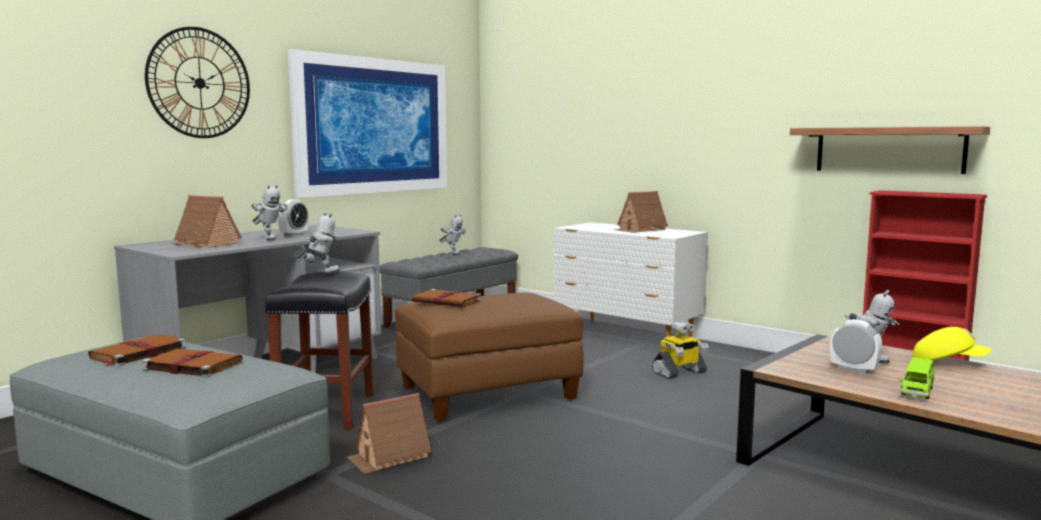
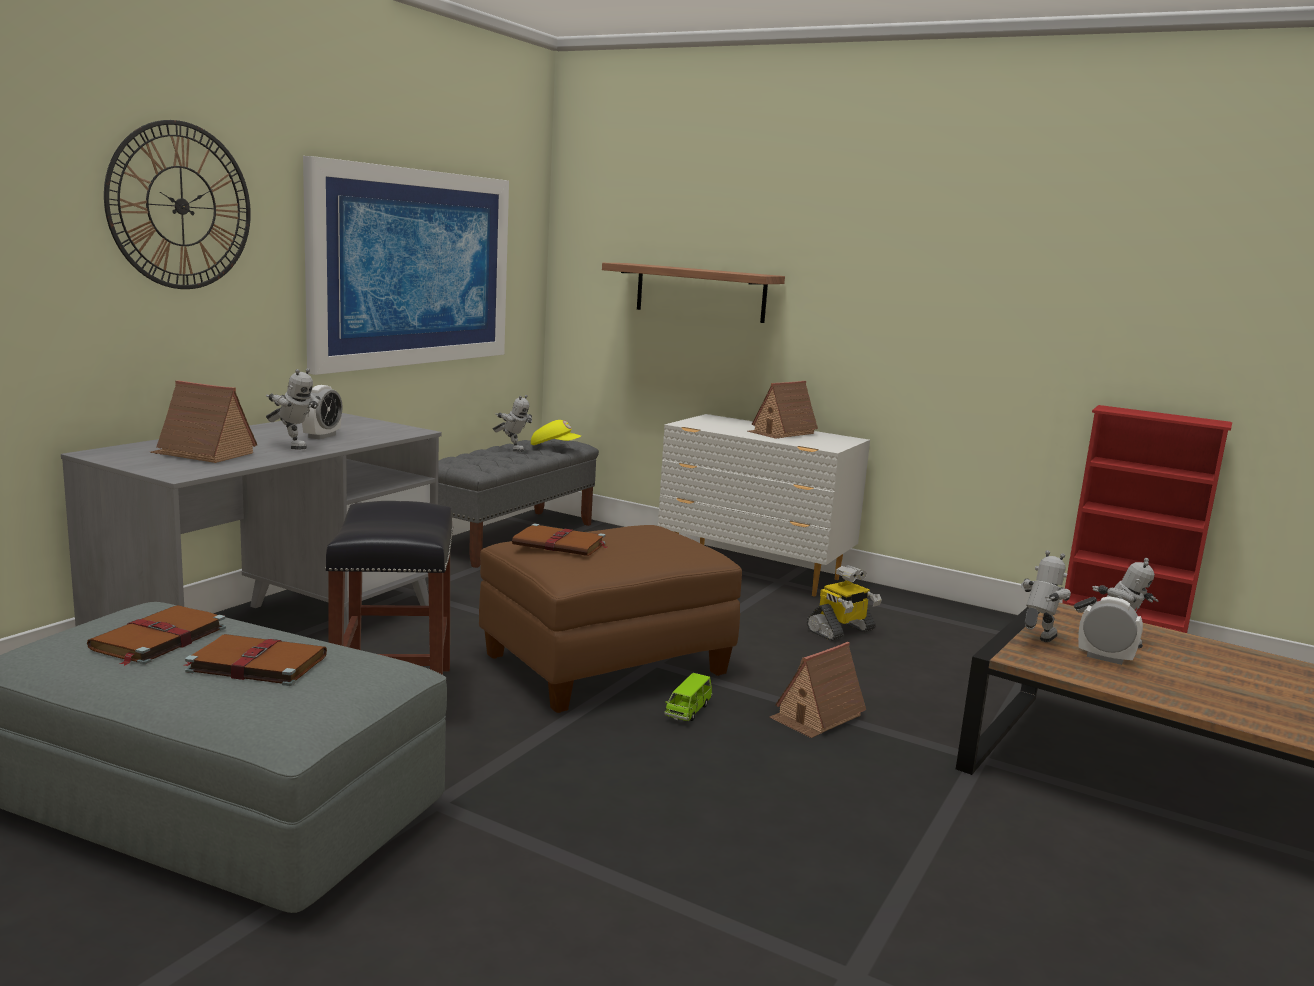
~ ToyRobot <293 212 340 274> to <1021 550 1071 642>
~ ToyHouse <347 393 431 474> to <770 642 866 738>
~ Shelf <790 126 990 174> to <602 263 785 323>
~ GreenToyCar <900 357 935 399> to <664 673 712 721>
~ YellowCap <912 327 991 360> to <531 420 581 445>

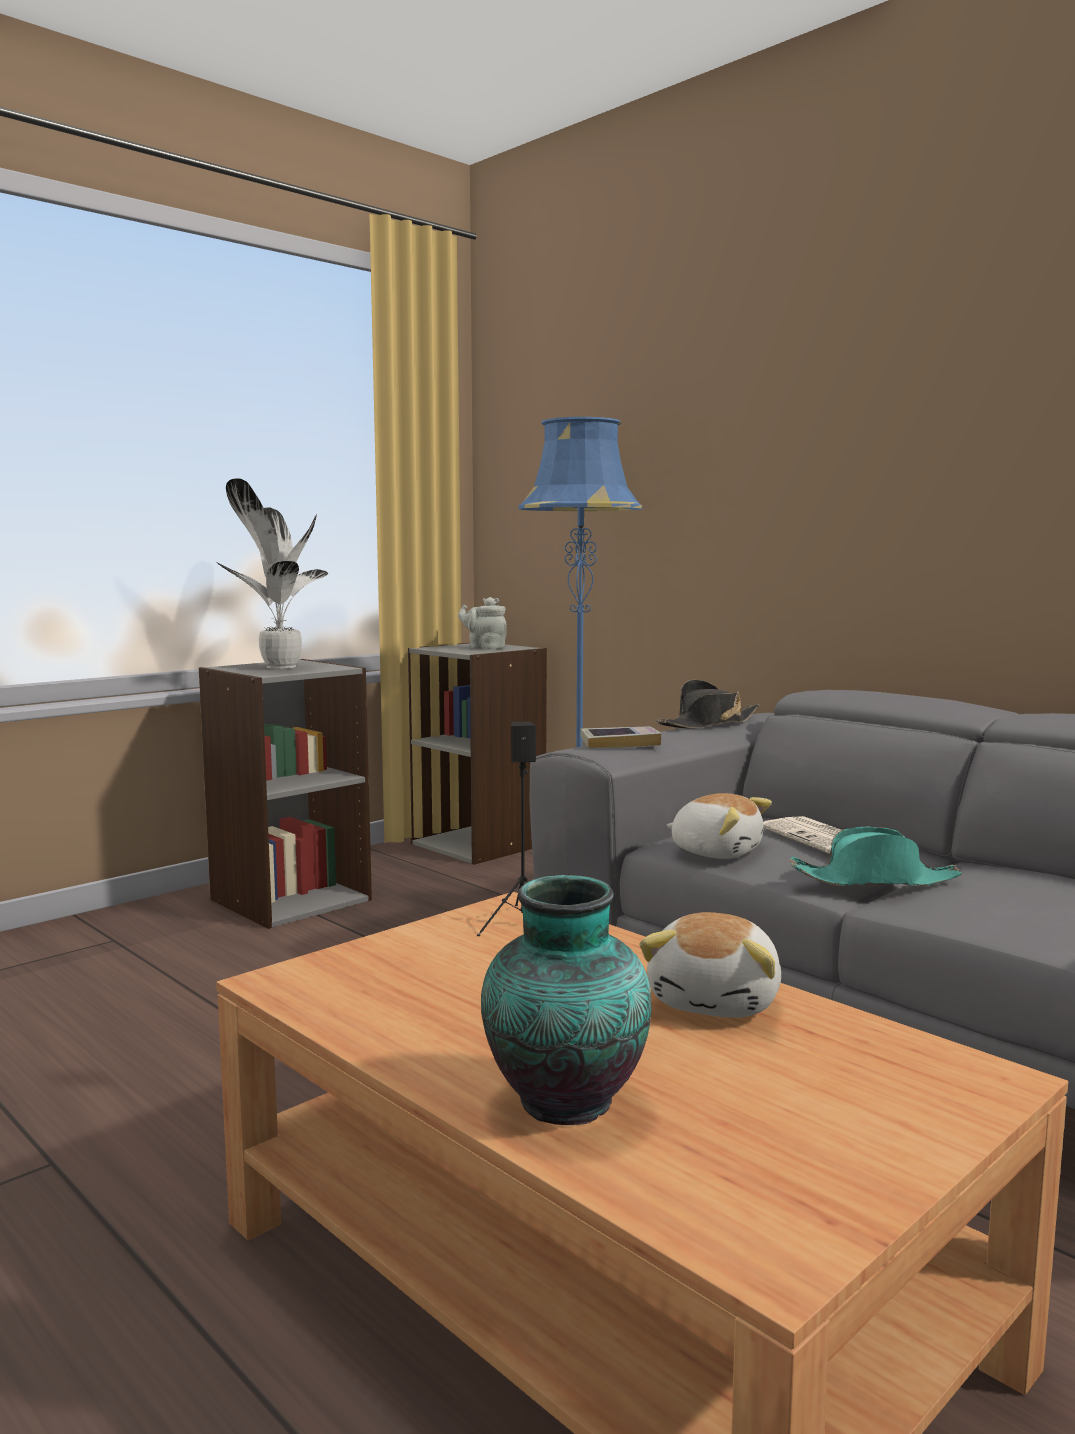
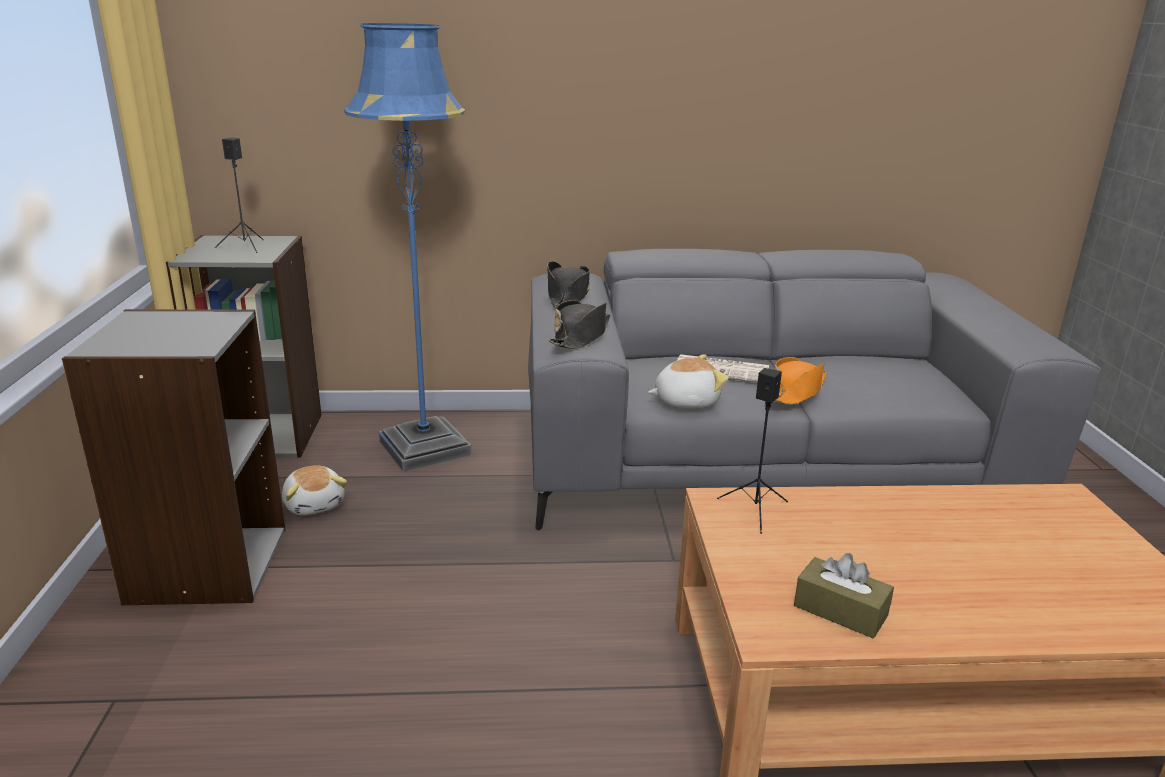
- PottedPlant <216 478 328 669>
- Vase <481 875 651 1125>
+ BrownTissueBox <794 553 894 638>
~ PlushToy <639 912 781 1018> to <282 465 347 515>
~ GreyTeapot <458 597 507 649> to BlackSpeaker <215 138 264 253>
~ Book <580 726 662 748> to BlackHat <549 300 610 349>
~ TurquoiseHat <790 827 962 886> to OrangeHat <774 357 827 405>

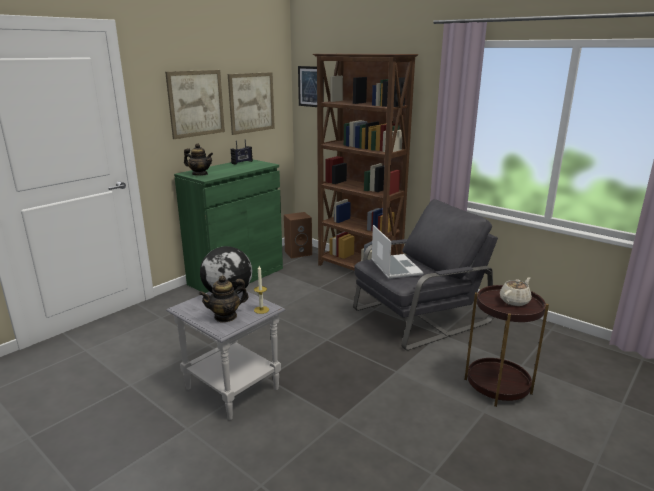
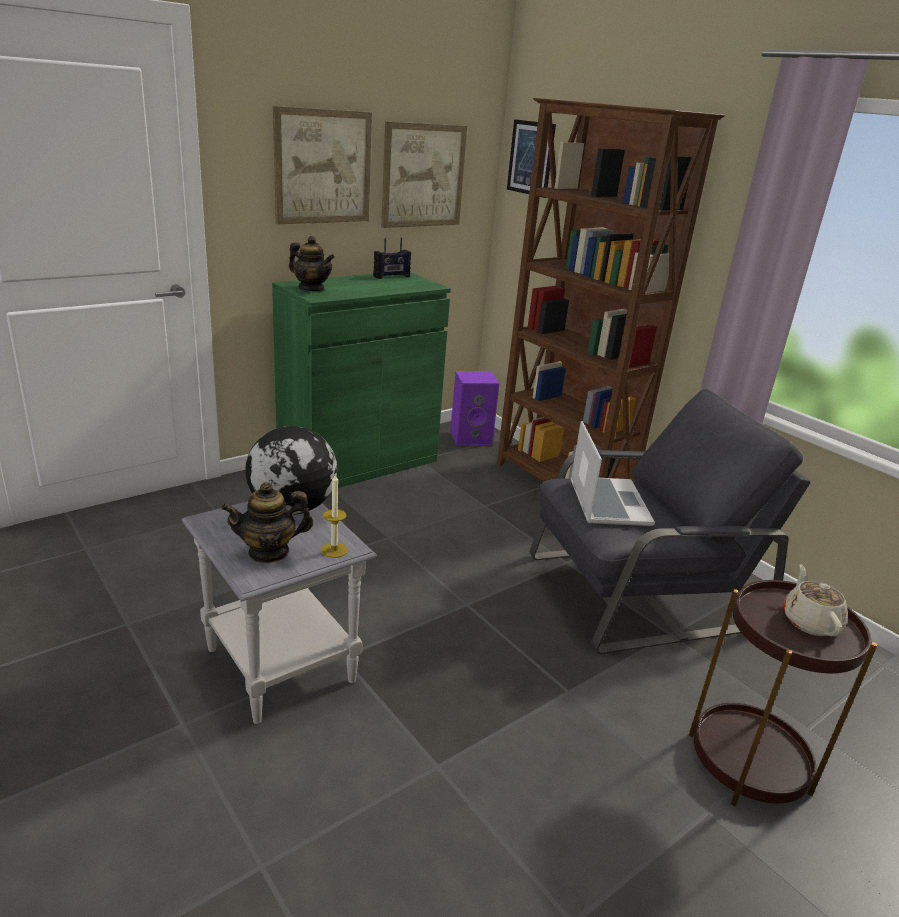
~ BrownSpeaker <284 212 312 258> to PurpleSpeaker <450 371 500 445>
~ BeigeTeapot <500 277 532 306> = <783 564 848 636> 60 degrees counterclockwise

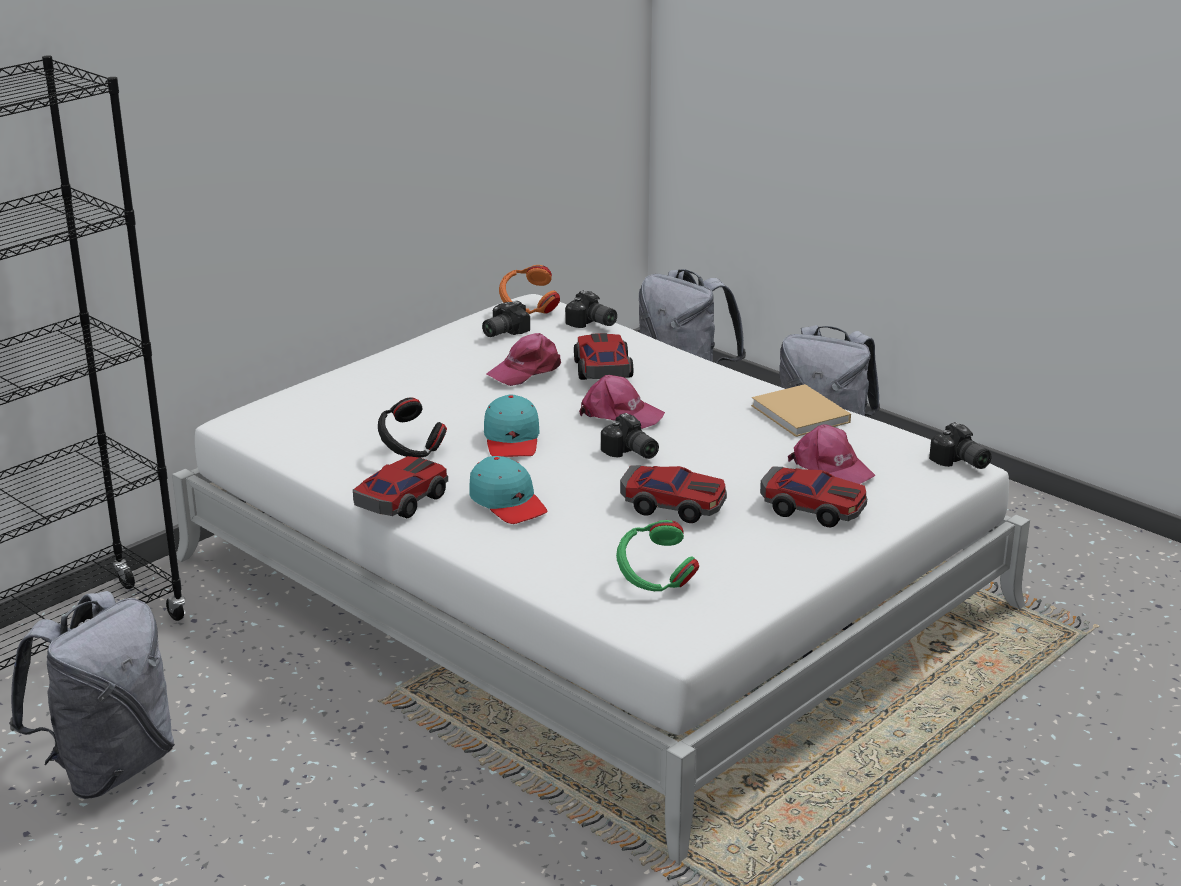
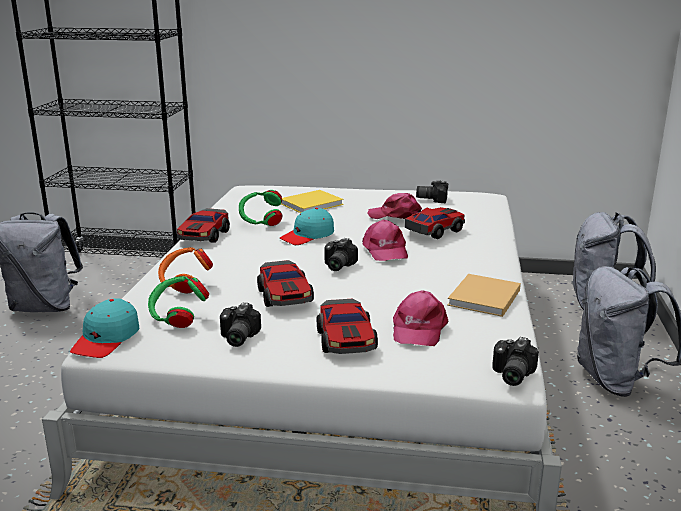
+ YellowBook <281 190 343 213>
~ TurquoiseCap <469 456 547 524> to <70 298 139 358>
~ OrangeHeadphones <499 265 560 314> to <158 247 213 293>
~ PhotoCamera <565 290 617 328> to <220 303 261 347>
~ BlackHeadphones <378 397 447 458> to GreenHeadphones <239 190 282 226>
~ ToyCar <353 456 448 518> = <177 208 230 243> 105 degrees clockwise

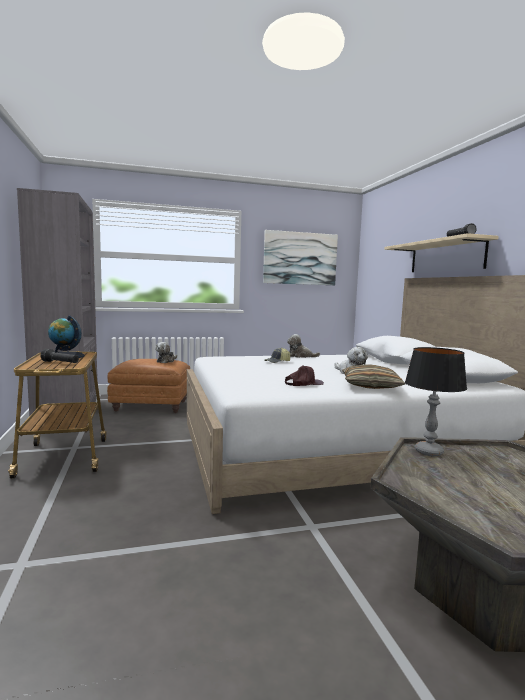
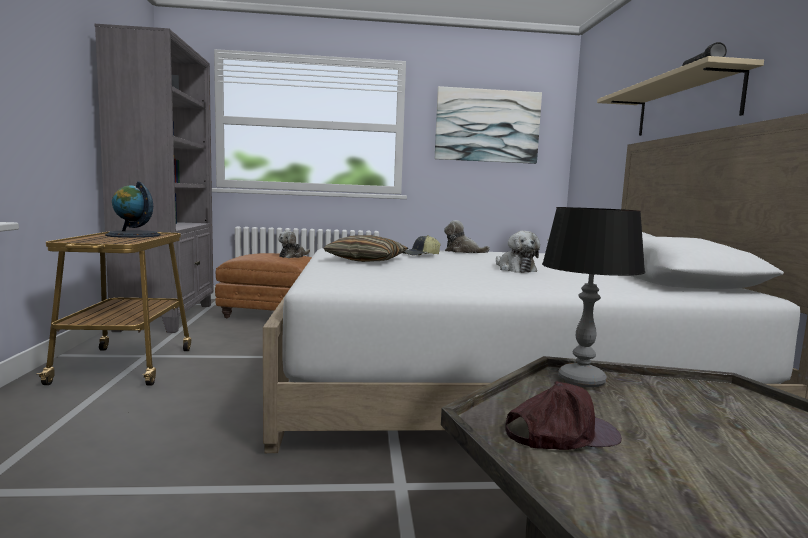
- BlackFlashlight <40 349 79 363>
~ BrownCap <285 365 324 386> to <505 381 622 450>
~ Pillow <342 364 405 389> to <323 235 408 262>

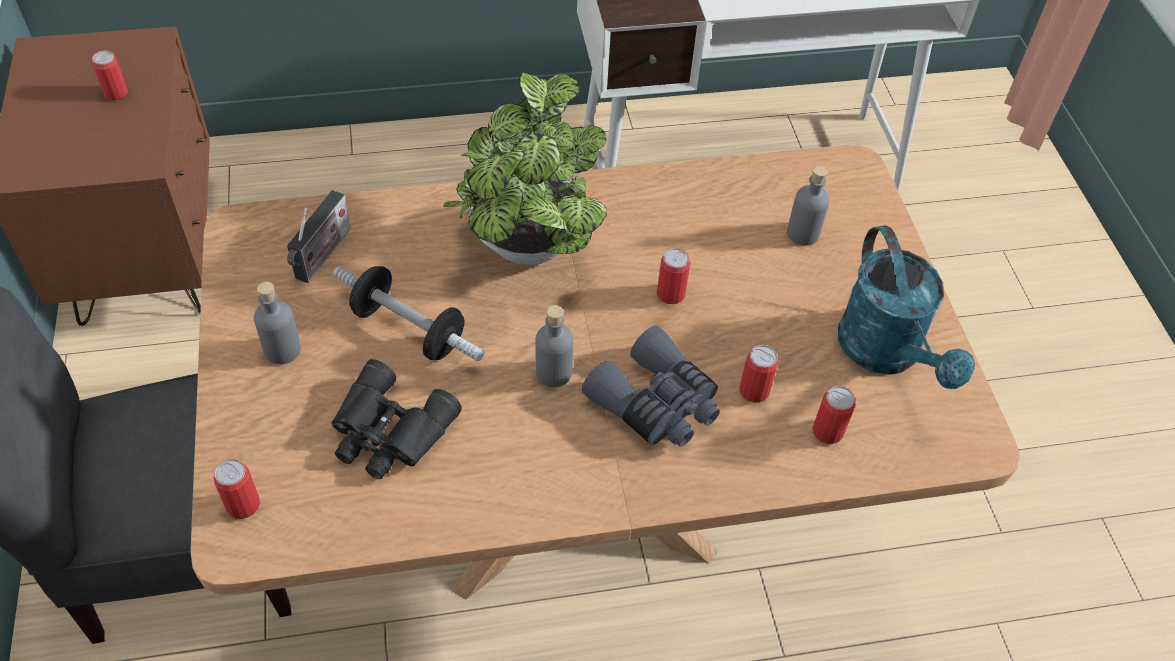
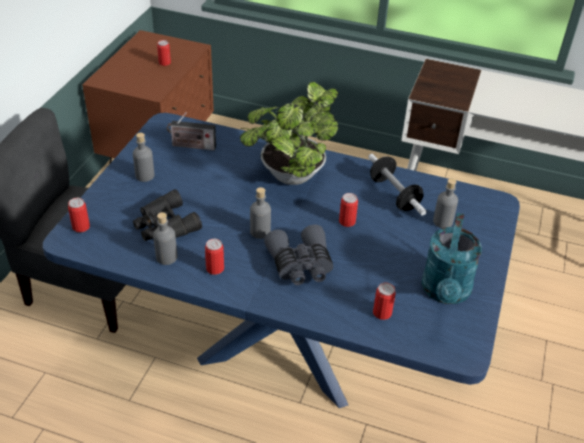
+ GreyBottle <153 212 177 265>
~ Dumbbell <333 266 484 362> to <368 154 427 216>
~ Can <739 345 778 402> to <205 239 224 275>
~ BrownDiningTable <190 145 1020 599> to BlueDiningTable <43 113 520 408>
~ Radio <287 190 351 283> = <167 112 216 151> 45 degrees clockwise

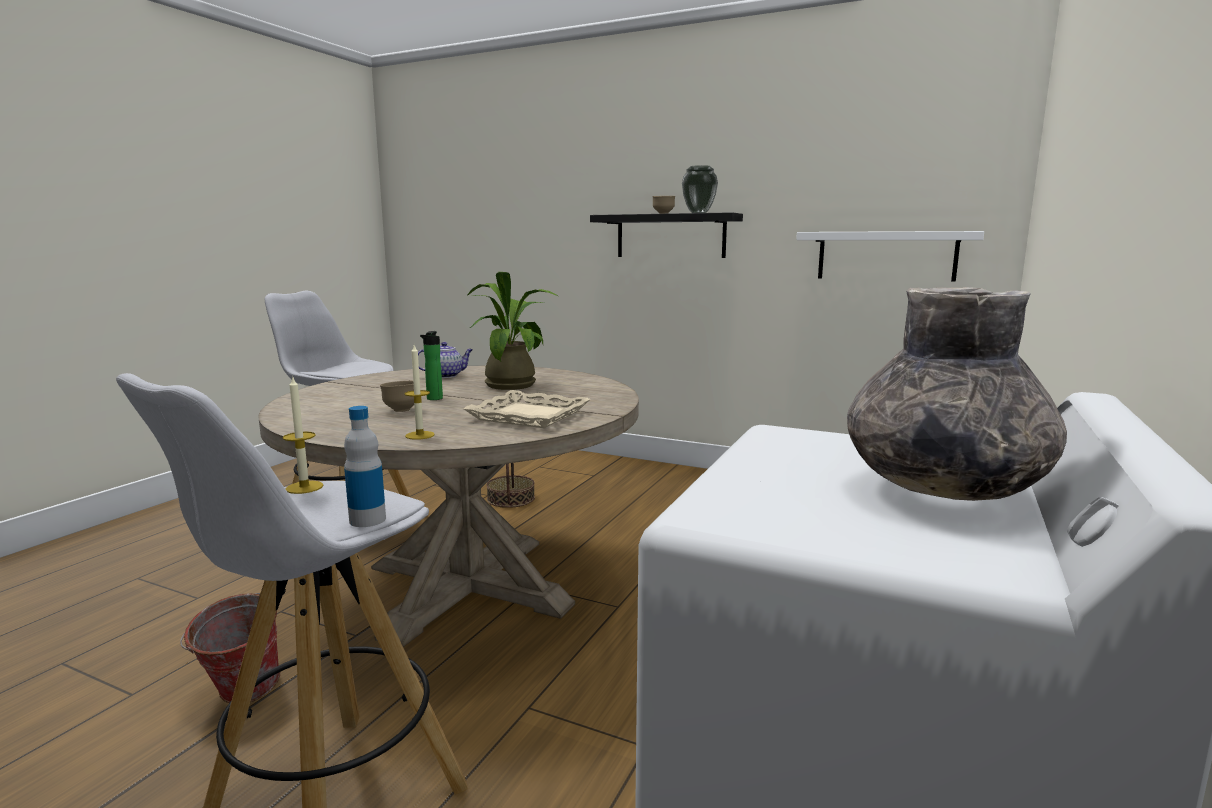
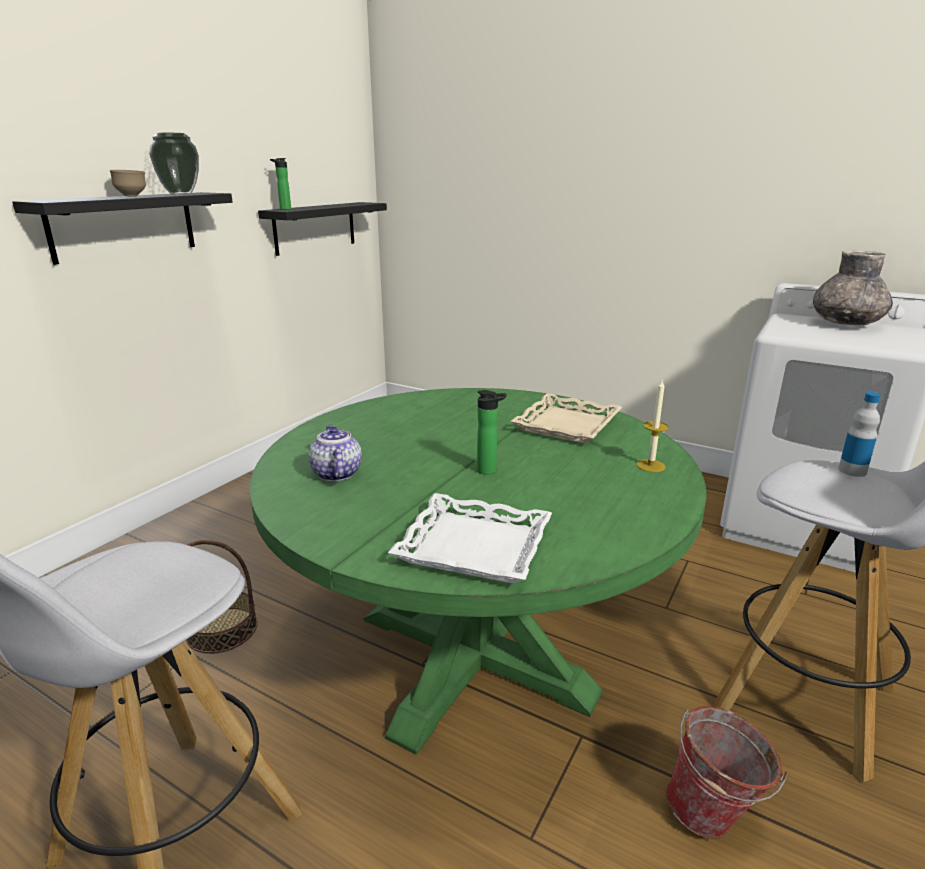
- Candle <282 378 324 494>
- BrownBowl <380 381 414 412>
- PottedPlant <467 272 558 390>
+ Bottle <270 158 291 210>
+ WhiteTray <388 493 552 583>
~ BeigeDiningTable <258 366 639 647> to GreenDiningTable <250 388 707 755>
~ WhiteShelf <796 231 984 281> to BlackShelf <258 202 387 256>

